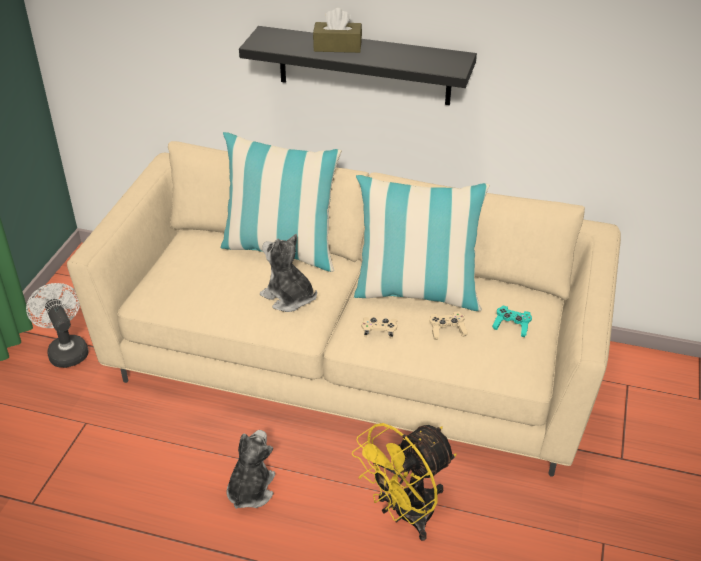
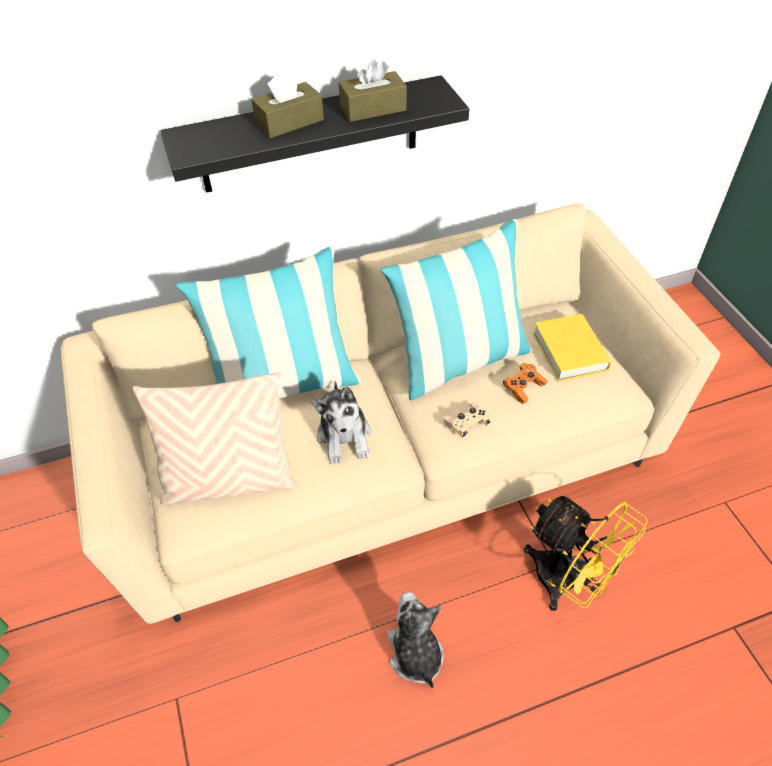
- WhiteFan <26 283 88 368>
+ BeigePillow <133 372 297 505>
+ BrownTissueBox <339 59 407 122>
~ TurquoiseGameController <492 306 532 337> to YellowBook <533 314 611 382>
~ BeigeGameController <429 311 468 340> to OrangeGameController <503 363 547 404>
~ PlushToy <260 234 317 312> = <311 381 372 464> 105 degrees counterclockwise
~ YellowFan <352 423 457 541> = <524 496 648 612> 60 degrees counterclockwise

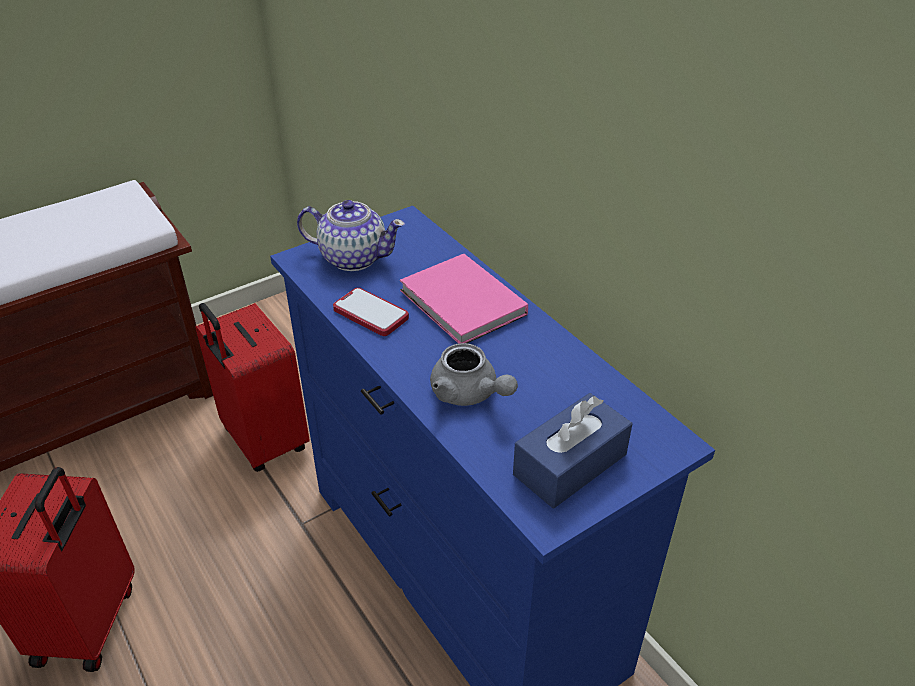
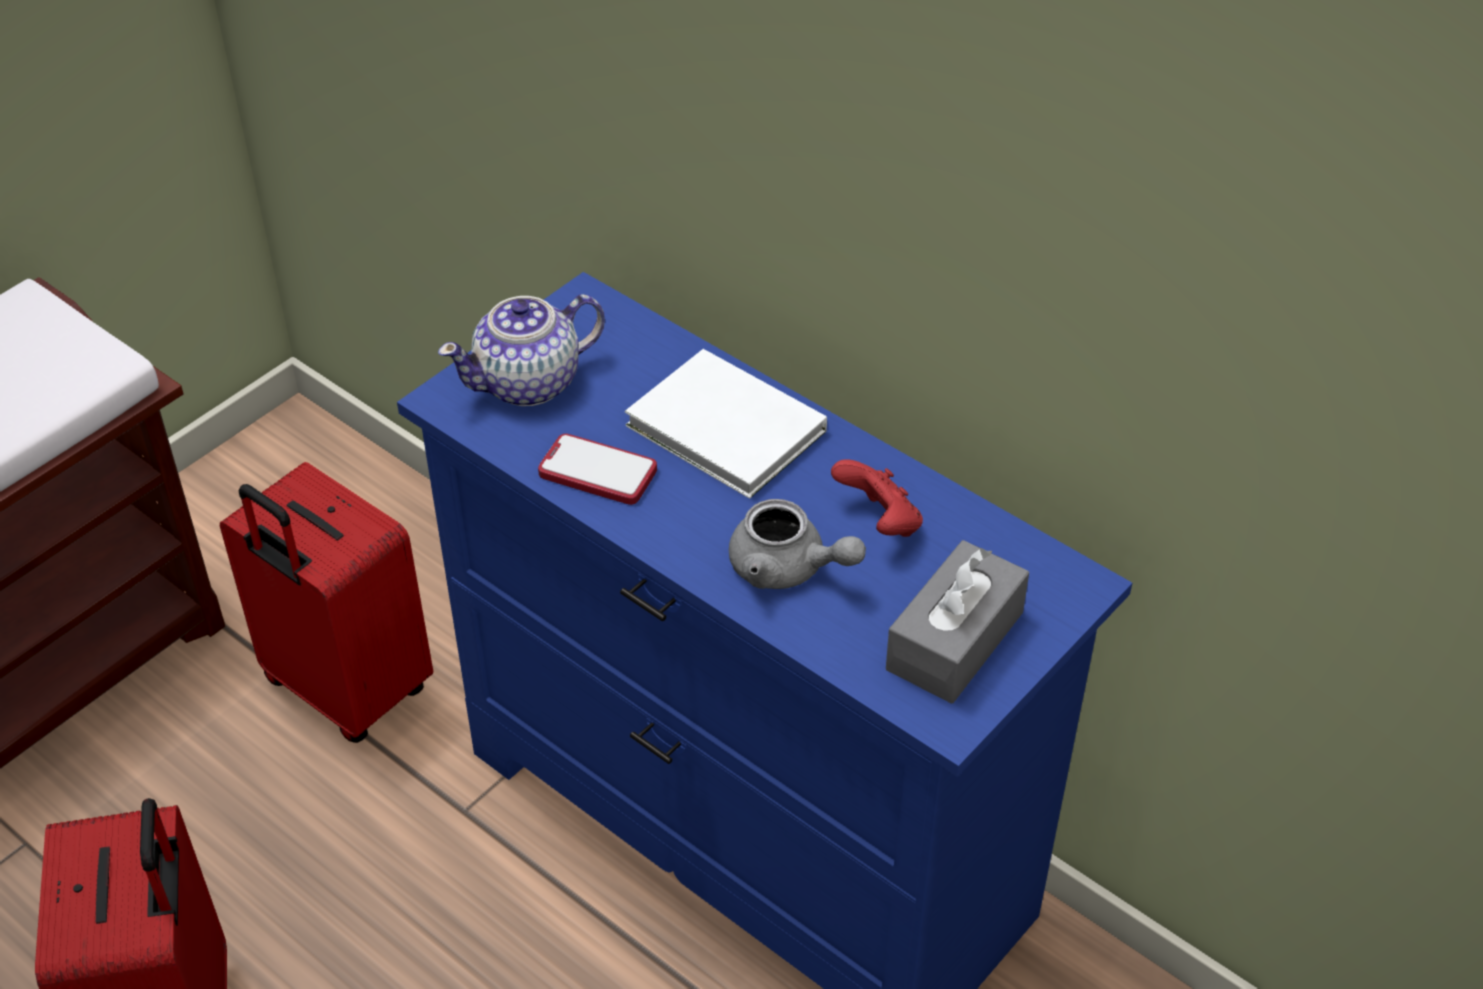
+ RedGameController <831 459 923 537>
~ PinkBook <400 254 528 344> to WhiteBook <625 349 827 499>
~ BlueTissueBox <513 393 632 508> to GreyTissueBox <886 540 1029 703>
~ Teapot <297 200 405 271> = <438 294 605 406> 150 degrees clockwise

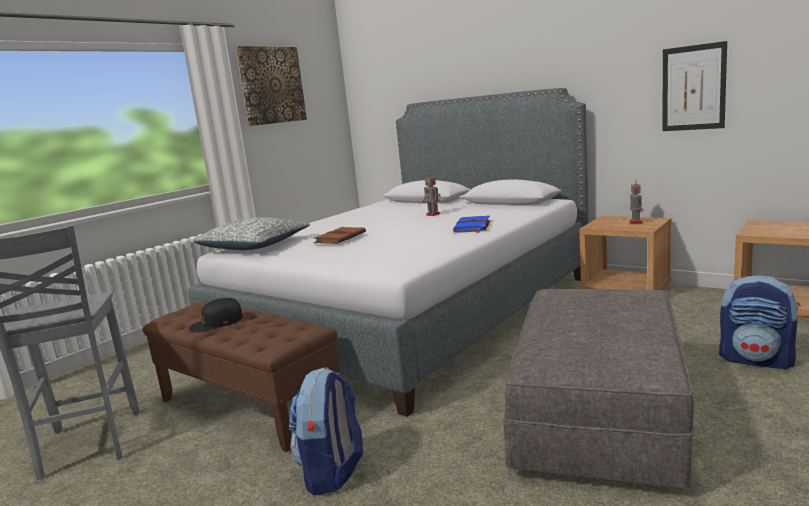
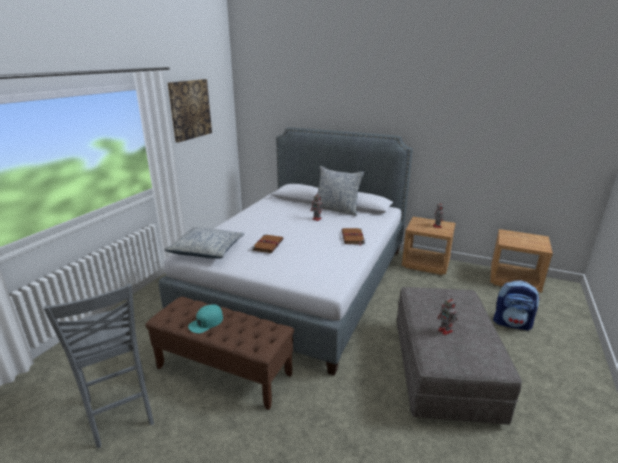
- Backpack <289 367 363 495>
- Picture <662 41 727 131>
+ Pillow <318 166 364 216>
+ ToyRobot <437 296 458 335>
~ BlackCap <189 298 243 332> to TurquoiseCap <188 304 223 333>
~ BlueBook <453 215 490 233> to BrownBook <342 228 365 246>

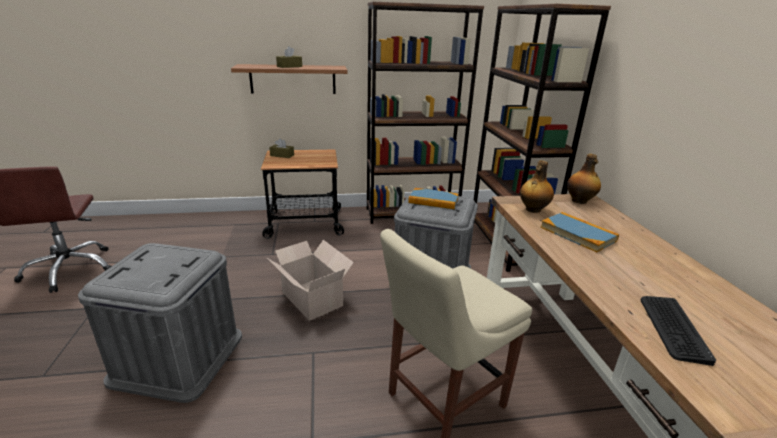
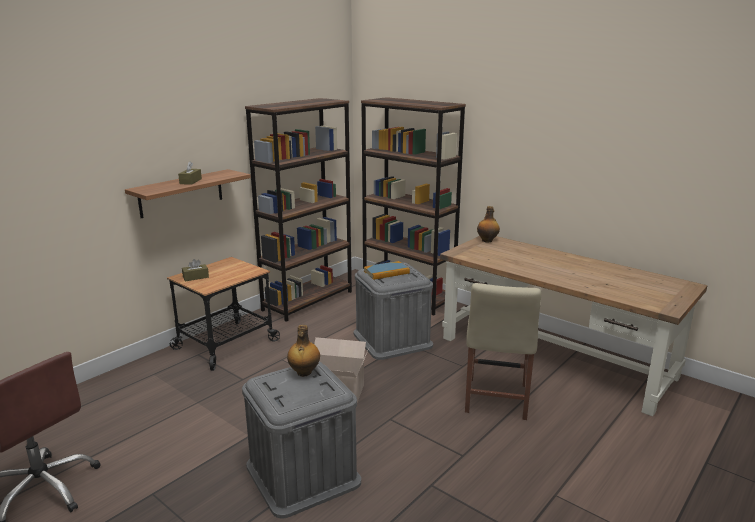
- Book <540 212 619 252>
- Keyboard <640 296 716 366>
~ Bottle <520 160 554 213> to <287 325 320 377>

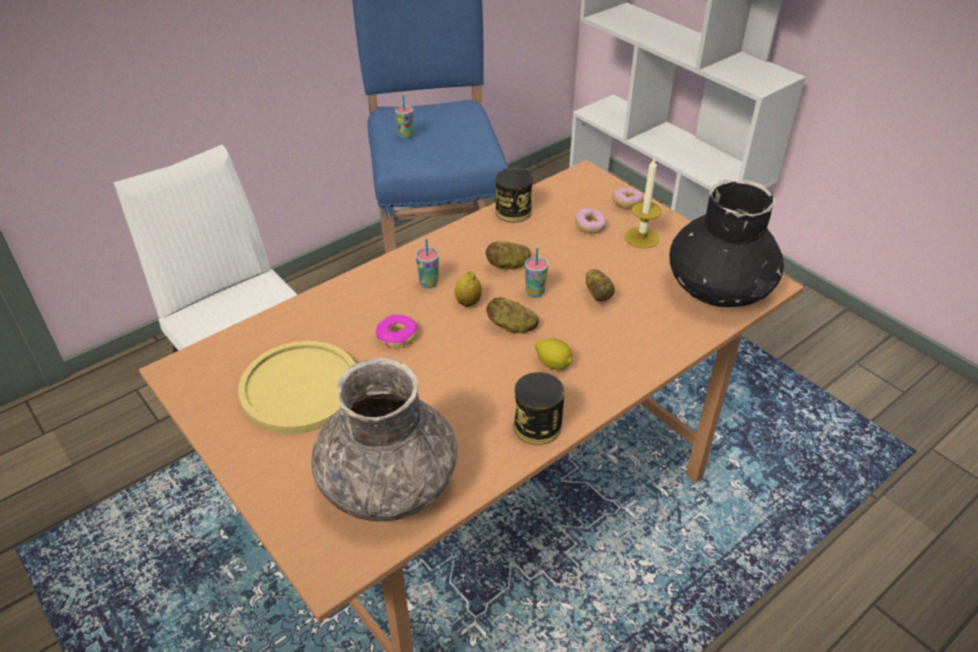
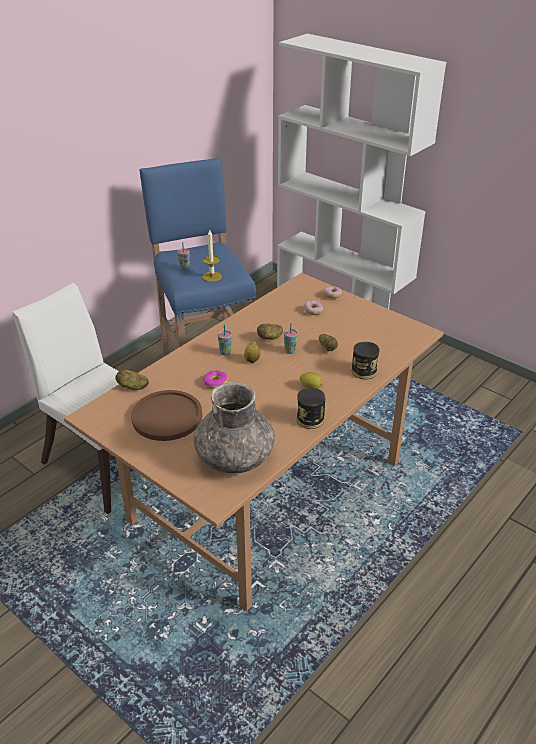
- BlackVase <669 179 784 307>
~ Potato <486 297 539 333> to <115 370 149 390>
~ Can <496 168 533 222> to <352 342 380 379>
~ Candle <625 157 661 249> to <202 230 222 282>
~ YellowPlate <238 341 356 434> to BrownPlate <131 390 202 441>

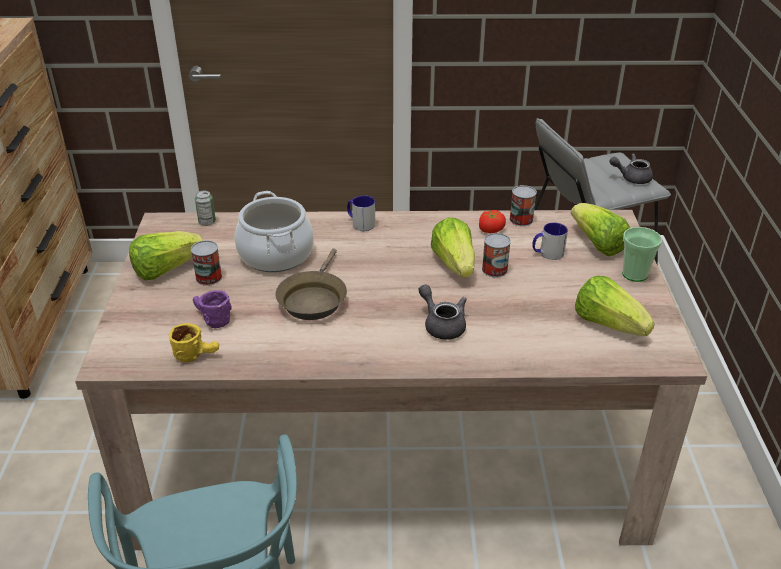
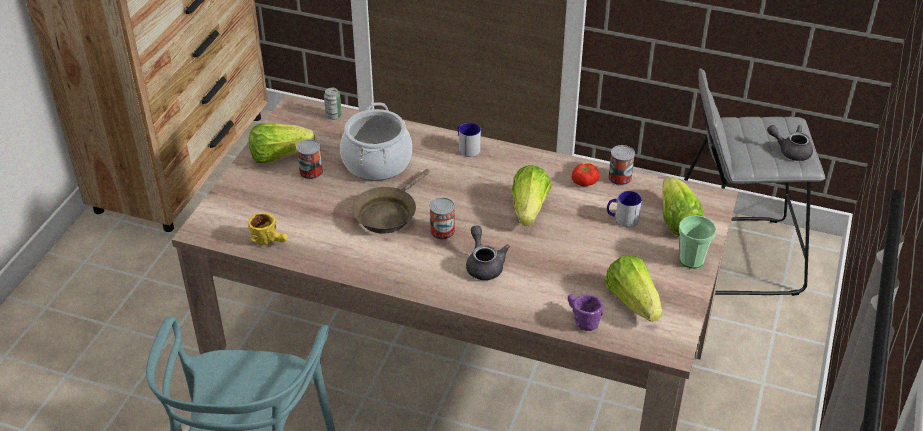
~ PurpleMug <193 290 232 328> to <568 294 603 331>
~ Can <482 233 511 278> to <430 198 455 240>

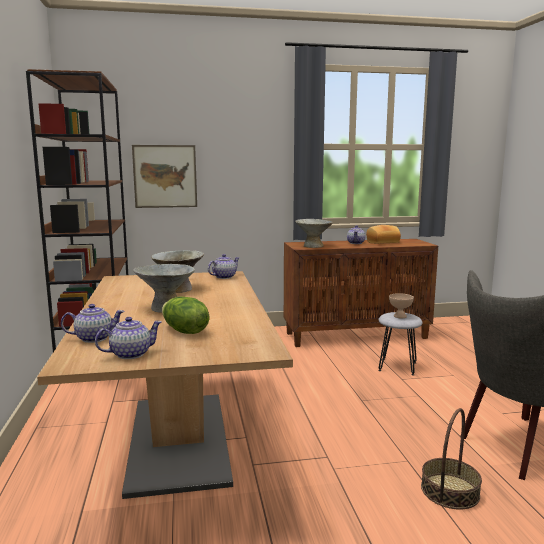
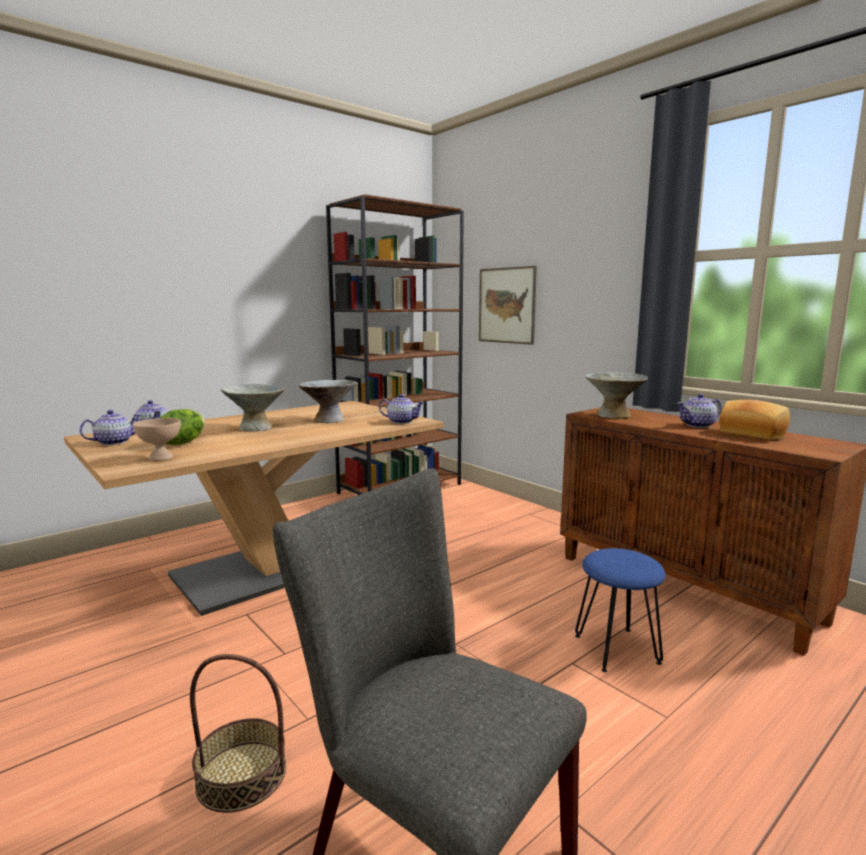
~ BeigeBowl <389 293 414 318> to <133 418 181 461>
~ GreyStool <378 312 423 376> to BlueStool <575 548 666 672>
~ Teapot <95 317 162 359> = <79 410 141 445> 75 degrees counterclockwise

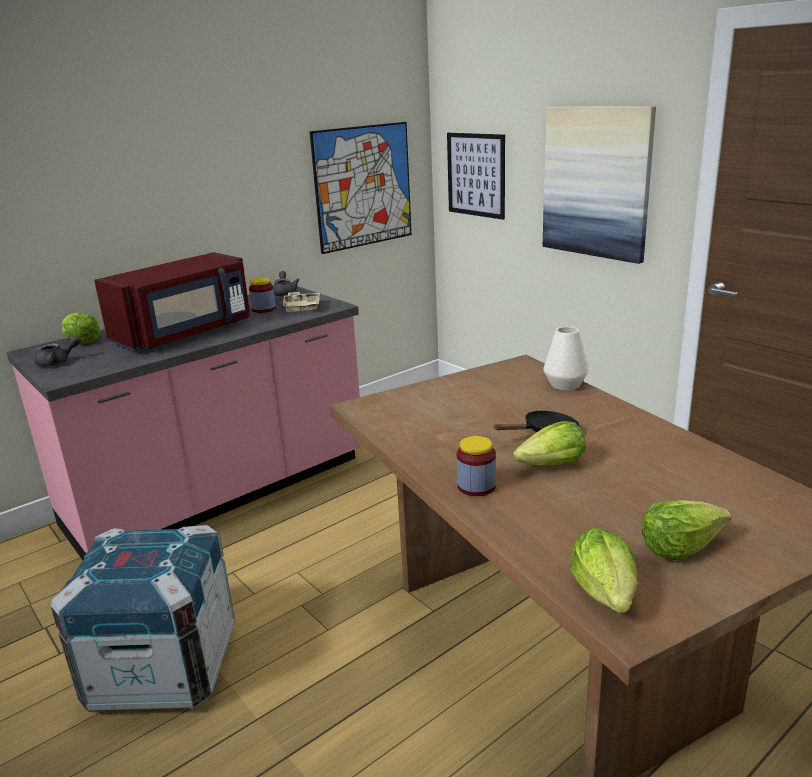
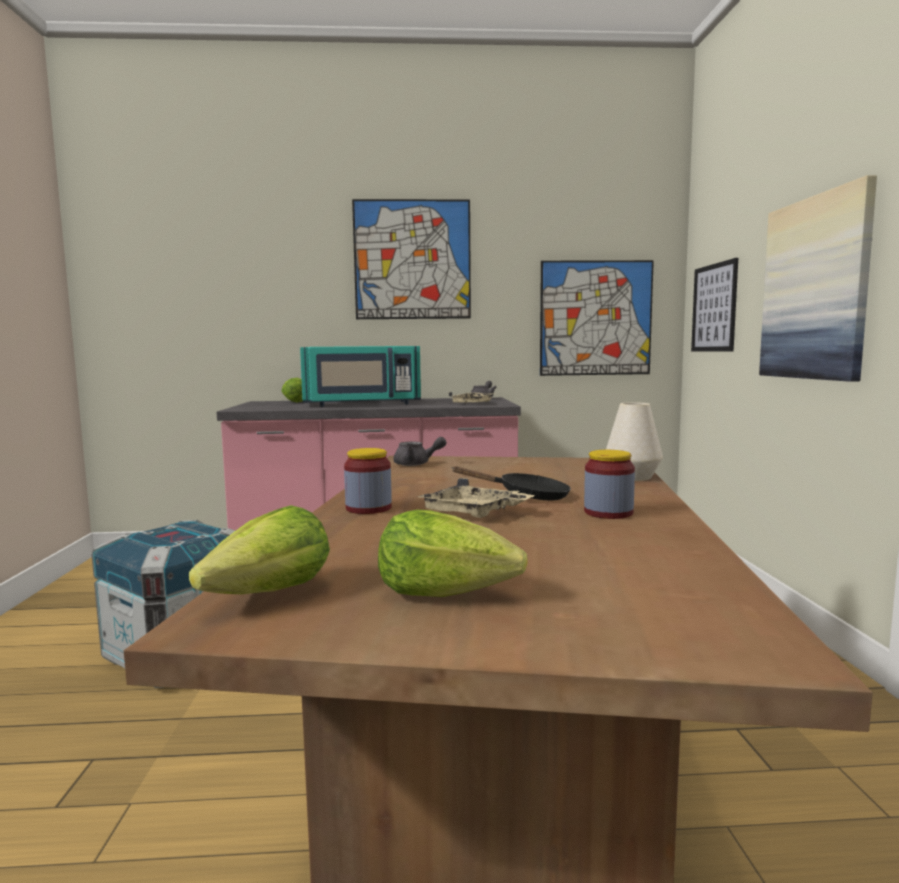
+ Picture <352 199 471 319>
~ GreyTeapot <35 336 81 367> to <393 437 446 466>
~ Jar <249 278 276 313> to <584 450 635 519>
~ Lettuce <513 421 586 465> to BeigeTray <418 478 535 518>
~ RedMicrowave <94 252 250 351> to TurquoiseMicrowave <300 346 421 407>

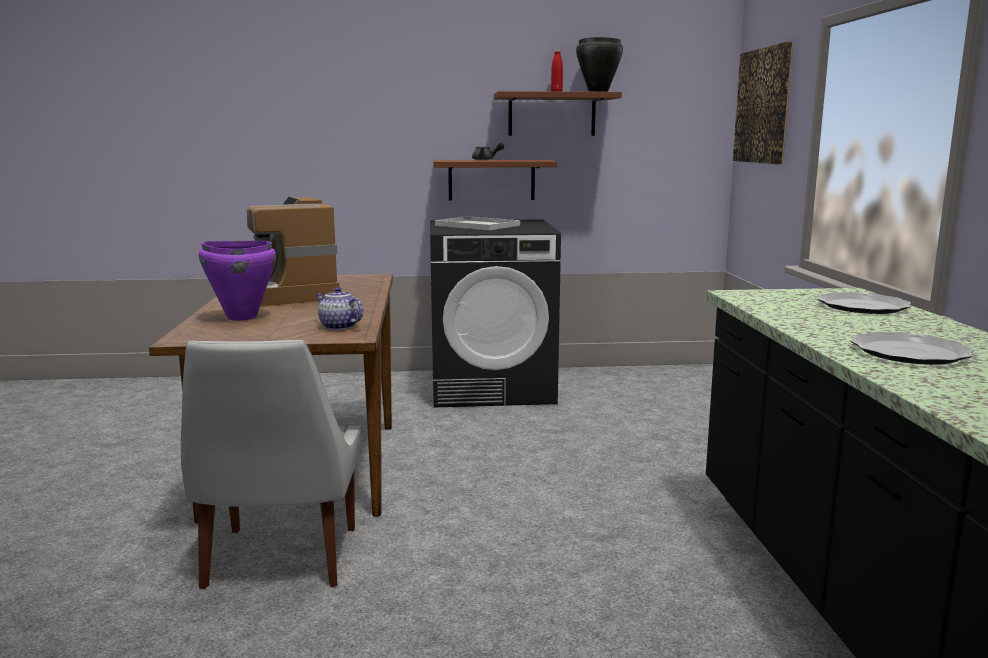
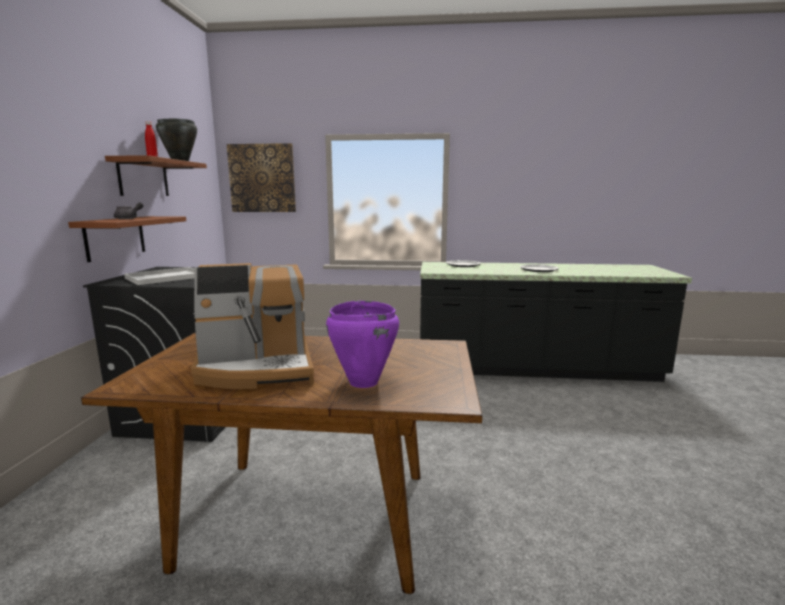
- WhiteChair <181 340 361 589>
- Teapot <316 287 363 330>

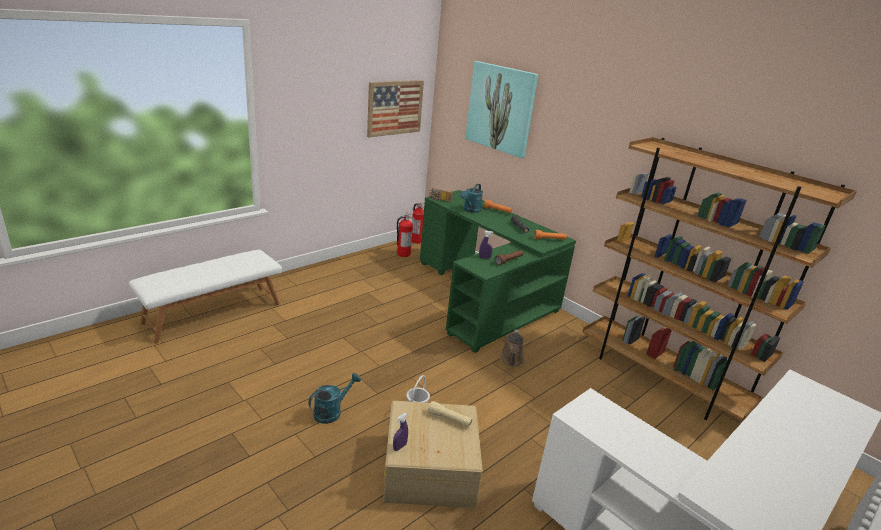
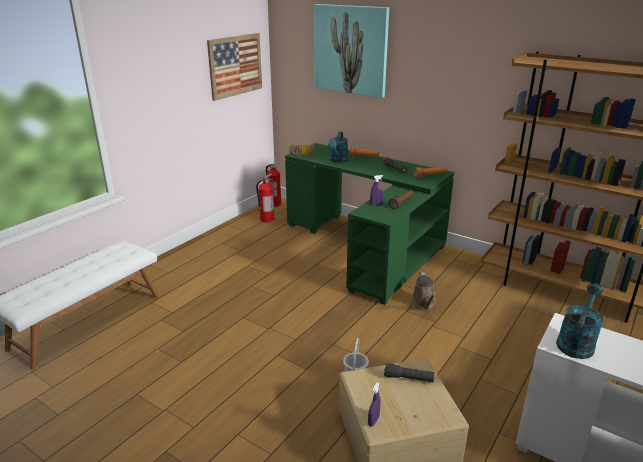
~ TurquoiseWateringCan <308 373 361 424> to <556 284 604 359>
~ BeigeFlashlight <428 401 472 427> to BlackFlashlight <384 363 435 383>

